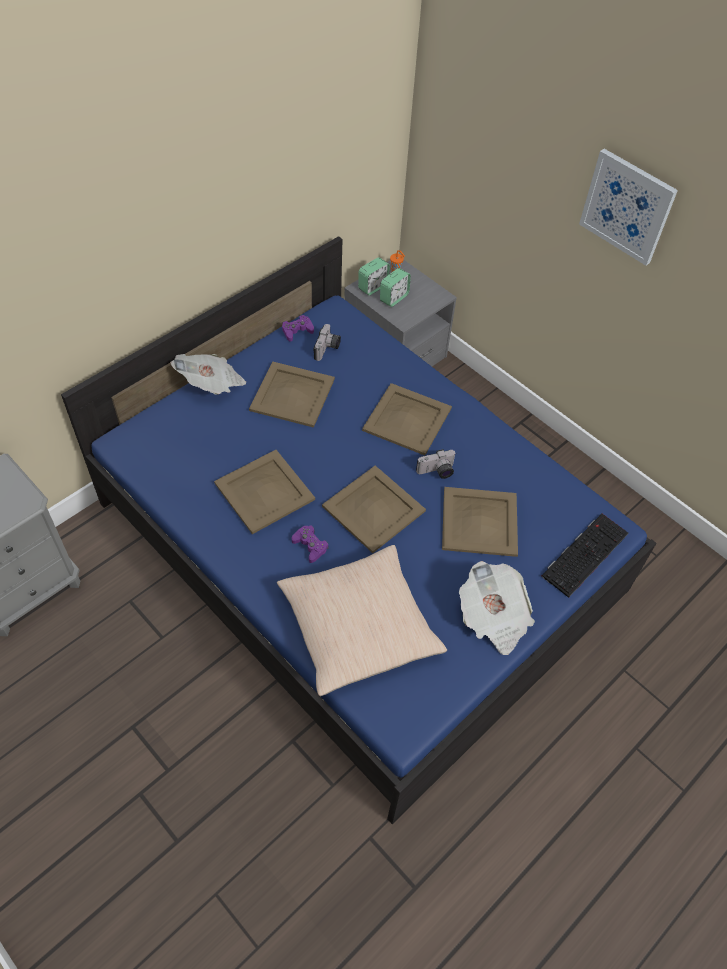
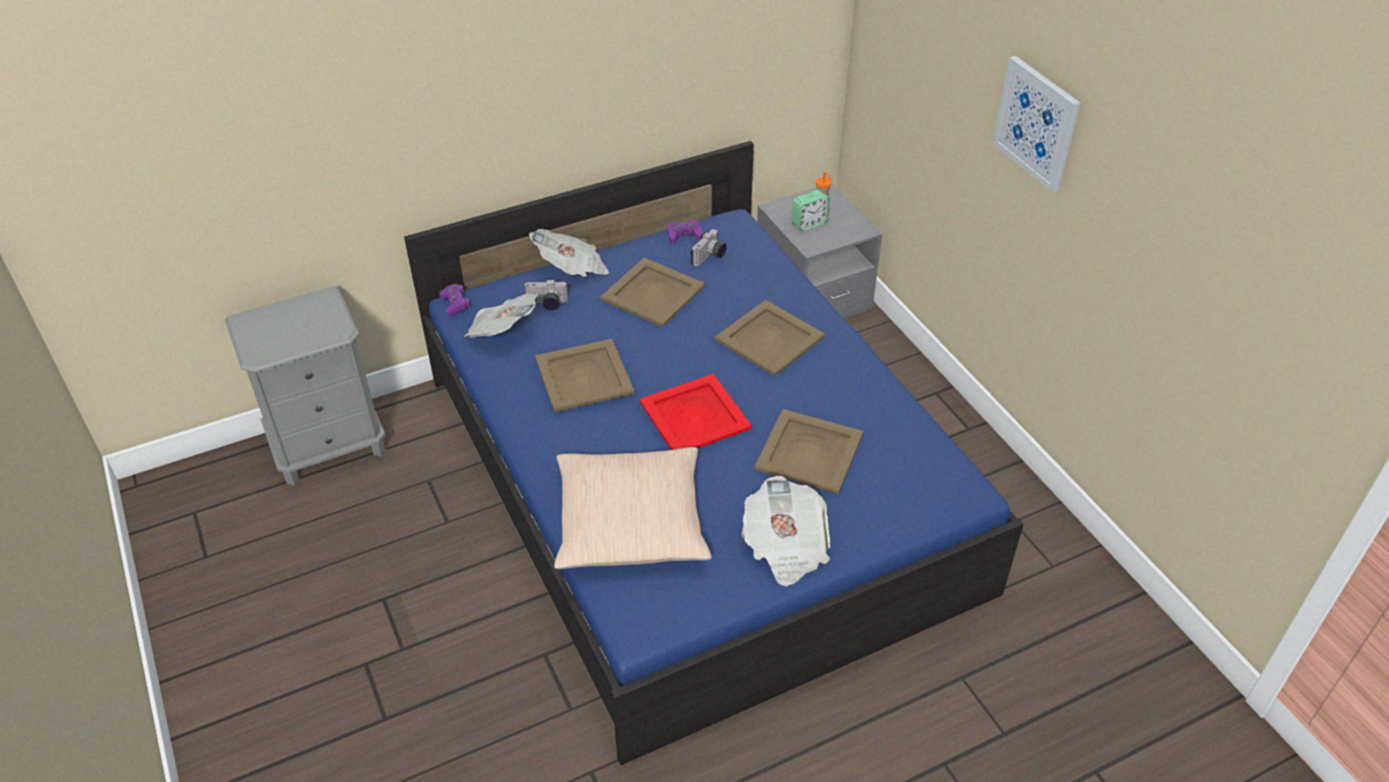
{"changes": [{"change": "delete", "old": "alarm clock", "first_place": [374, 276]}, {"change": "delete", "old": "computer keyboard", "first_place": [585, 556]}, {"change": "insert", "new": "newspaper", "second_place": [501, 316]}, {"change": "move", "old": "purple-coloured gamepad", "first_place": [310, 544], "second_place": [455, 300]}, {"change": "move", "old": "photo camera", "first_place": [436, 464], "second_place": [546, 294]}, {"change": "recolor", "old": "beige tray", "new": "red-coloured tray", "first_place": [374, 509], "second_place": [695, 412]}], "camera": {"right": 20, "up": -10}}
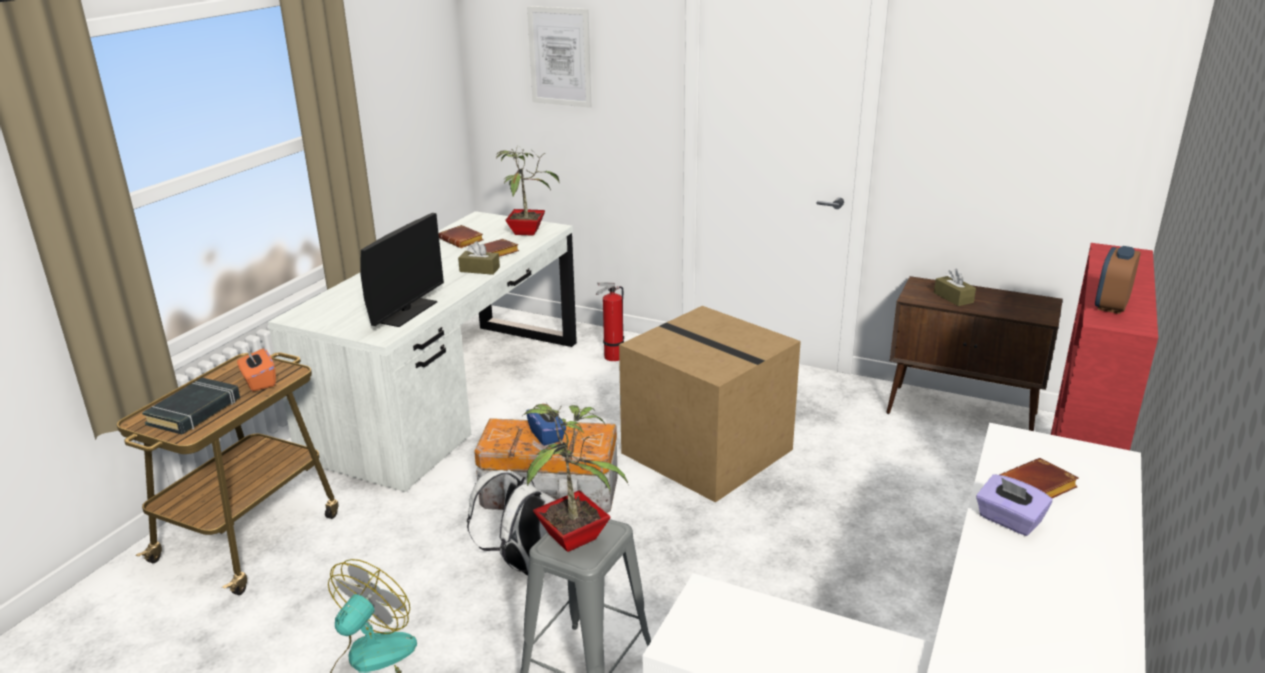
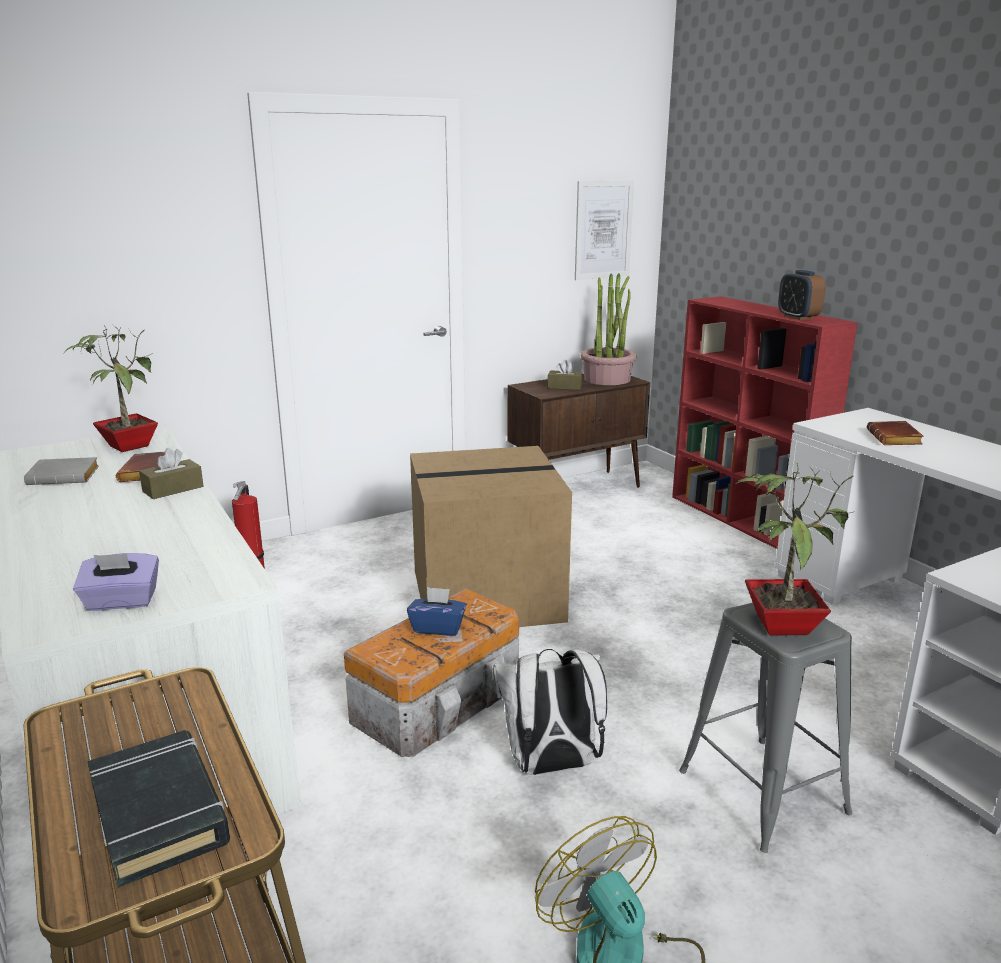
{"changes": [{"change": "delete", "old": "orange-coloured box of tissues", "first_place": [256, 369]}, {"change": "delete", "old": "monitor", "first_place": [402, 270]}, {"change": "insert", "new": "potted plant", "second_place": [608, 329]}, {"change": "move", "old": "wall picture", "first_place": [559, 57], "second_place": [604, 230]}, {"change": "move", "old": "purple-coloured box of tissues", "first_place": [1014, 505], "second_place": [116, 582]}, {"change": "recolor", "old": "brown bound book", "new": "greyish bound book", "first_place": [461, 236], "second_place": [61, 471]}], "camera": {"right": -55, "up": -5}}
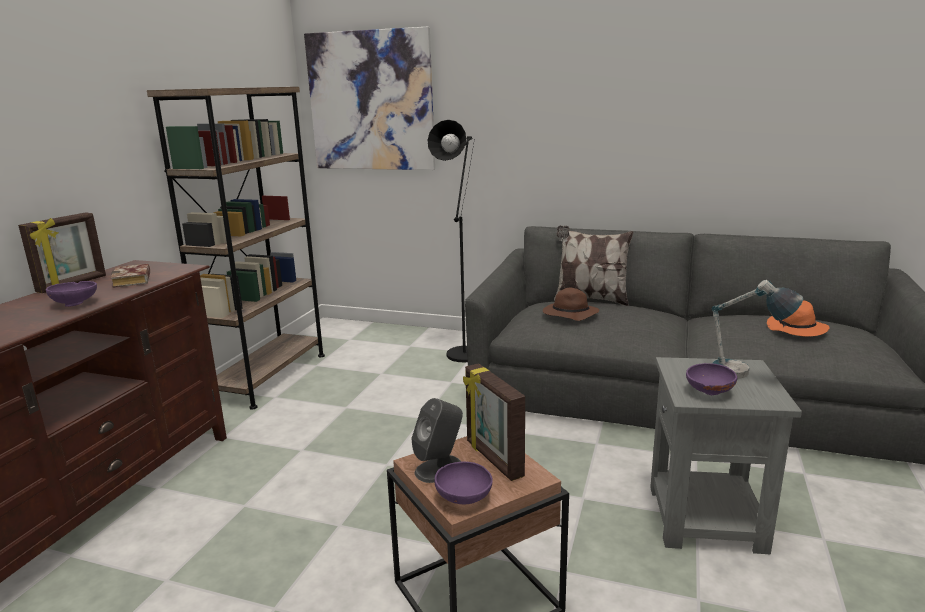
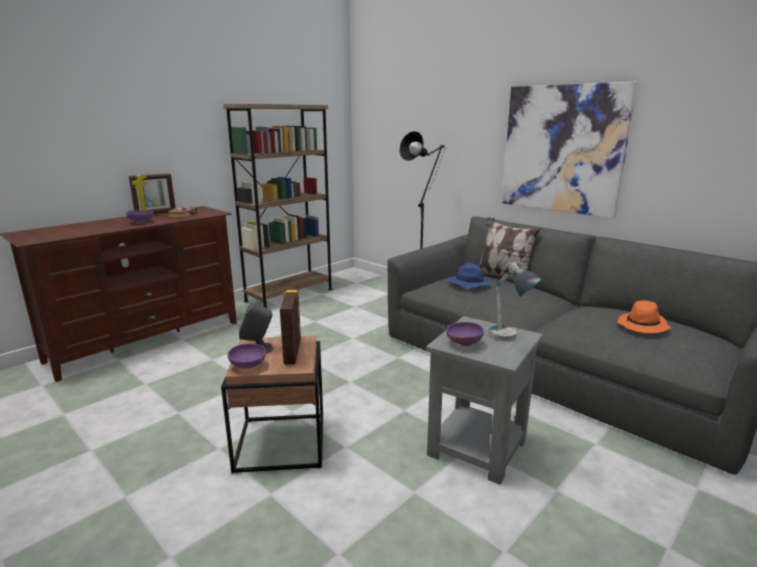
{"changes": [{"change": "move", "old": "wall picture", "first_place": [369, 98], "second_place": [569, 150]}, {"change": "recolor", "old": "brown wearable hat", "new": "blue-coloured wearable hat", "first_place": [571, 304], "second_place": [470, 276]}], "camera": {"right": 25, "up": 0}}
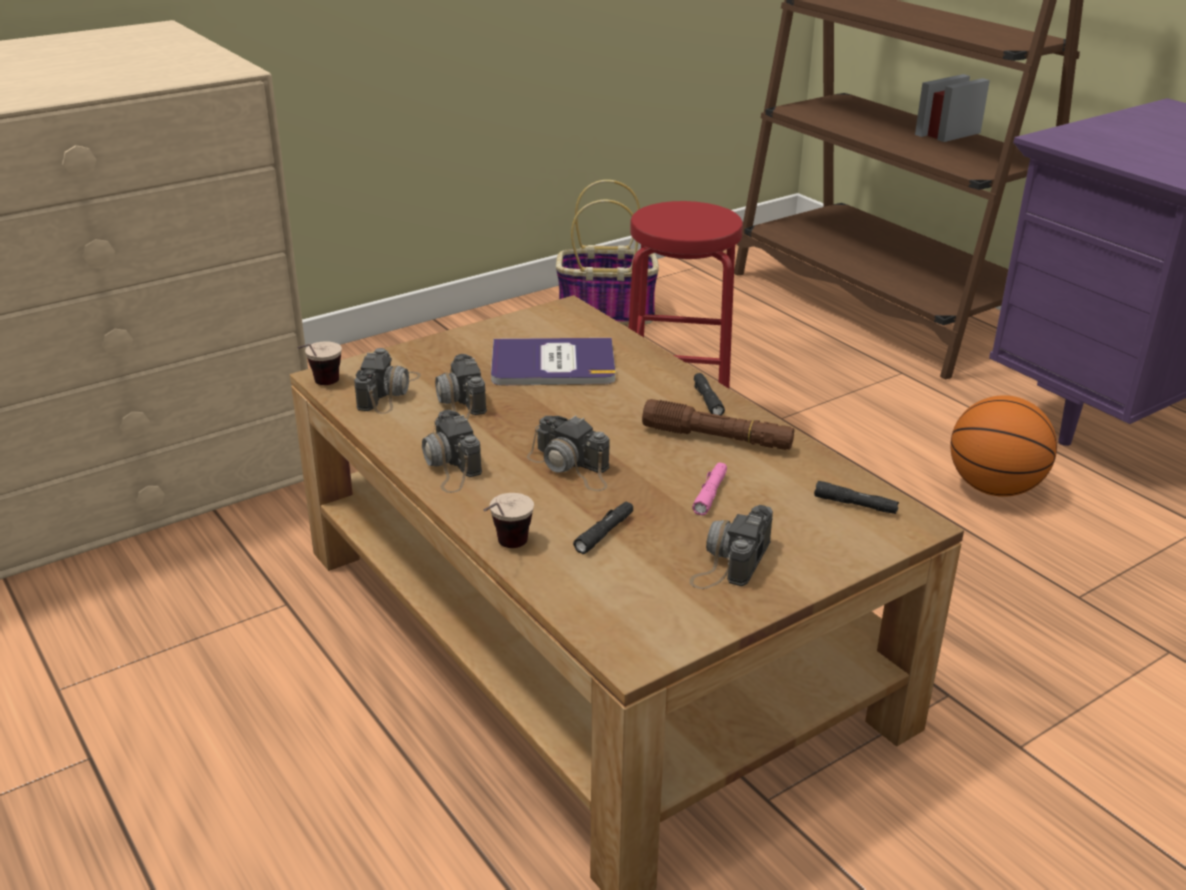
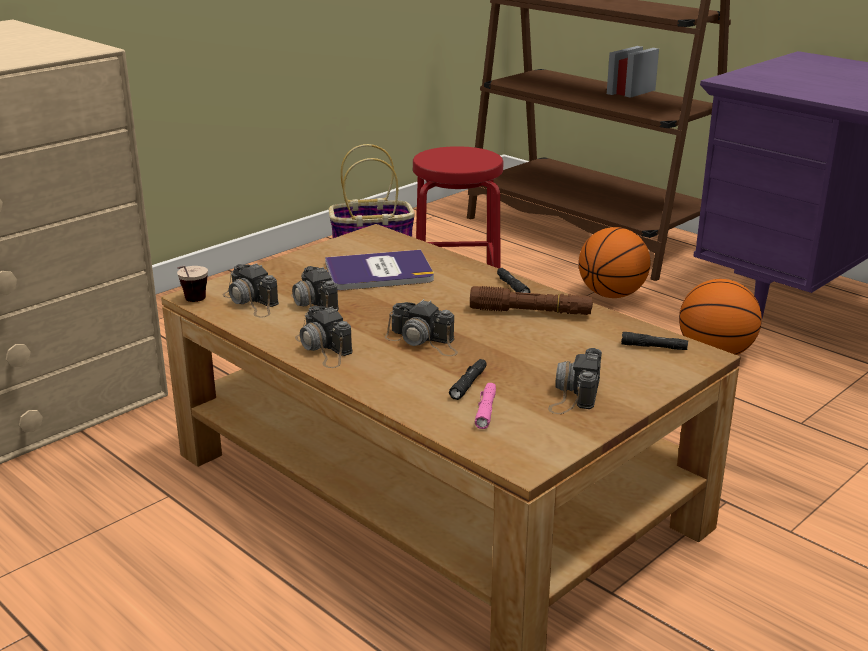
{"changes": [{"change": "delete", "old": "cup", "first_place": [508, 520]}, {"change": "insert", "new": "ball for basketball", "second_place": [614, 262]}, {"change": "move", "old": "pink flashlight", "first_place": [709, 489], "second_place": [485, 406]}, {"change": "rotate", "old": "photo camera", "first_place": [387, 381], "second_place": [251, 290], "degrees": 135}], "camera": {"right": -10, "up": -5}}
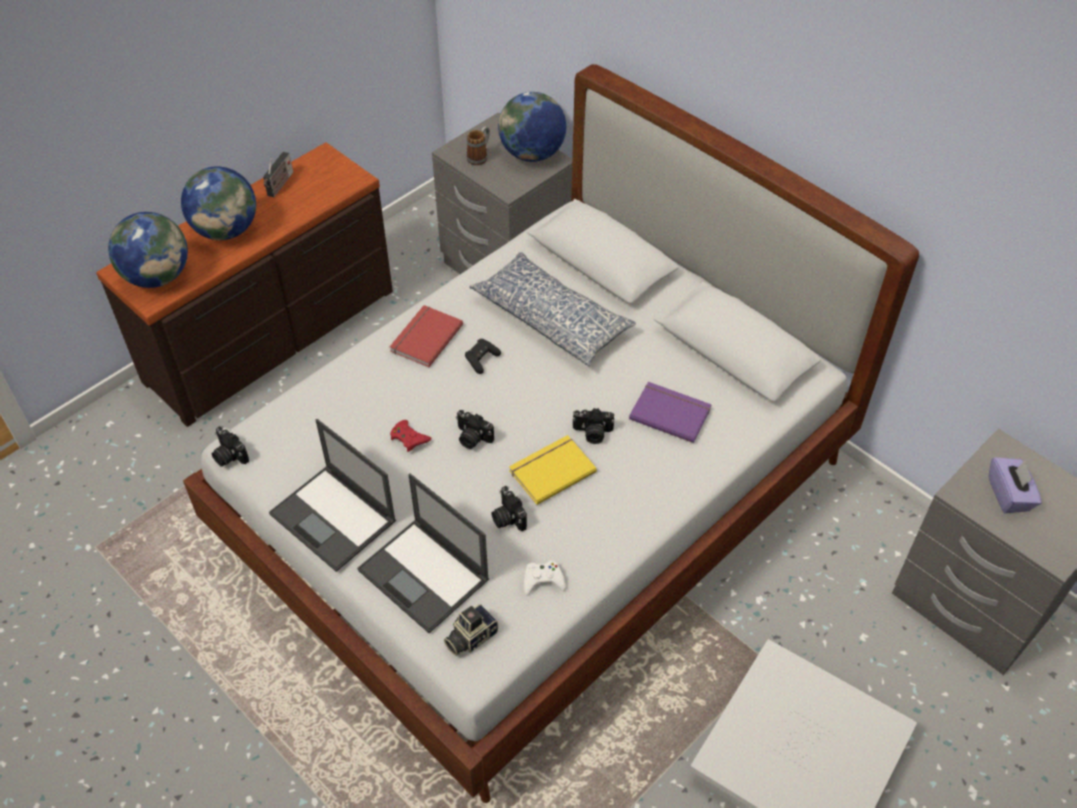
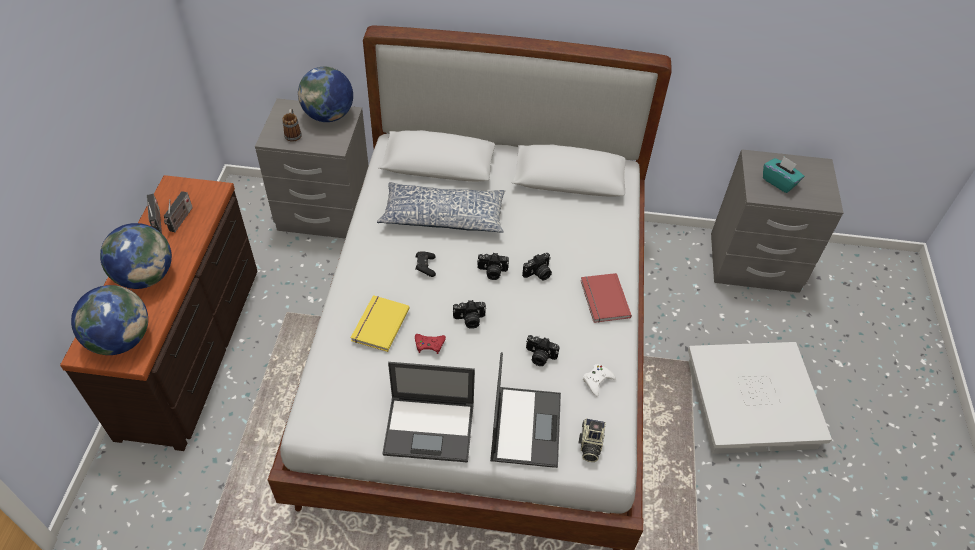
{"changes": [{"change": "delete", "old": "purple-coloured bound book", "first_place": [670, 412]}, {"change": "insert", "new": "radio set", "second_place": [178, 211]}, {"change": "move", "old": "photo camera", "first_place": [230, 446], "second_place": [493, 266]}, {"change": "move", "old": "red-coloured bound book", "first_place": [426, 336], "second_place": [606, 298]}, {"change": "move", "old": "yellow bound book", "first_place": [553, 470], "second_place": [380, 323]}, {"change": "recolor", "old": "purple-coloured box of tissues", "new": "blue-green box of tissues", "first_place": [1015, 485], "second_place": [783, 174]}, {"change": "rotate", "old": "laptop", "first_place": [423, 553], "second_place": [525, 410], "degrees": -90}], "camera": {"right": -40, "up": 0}}
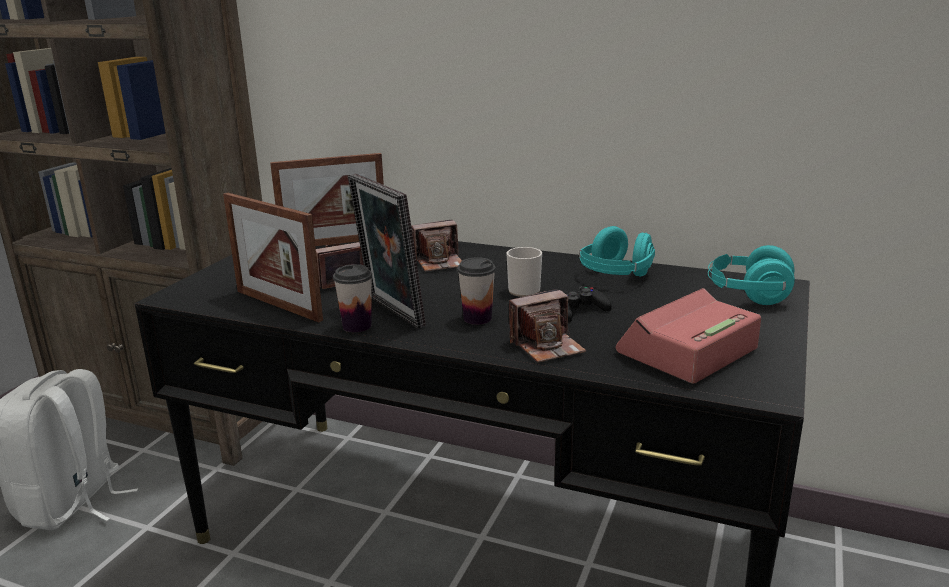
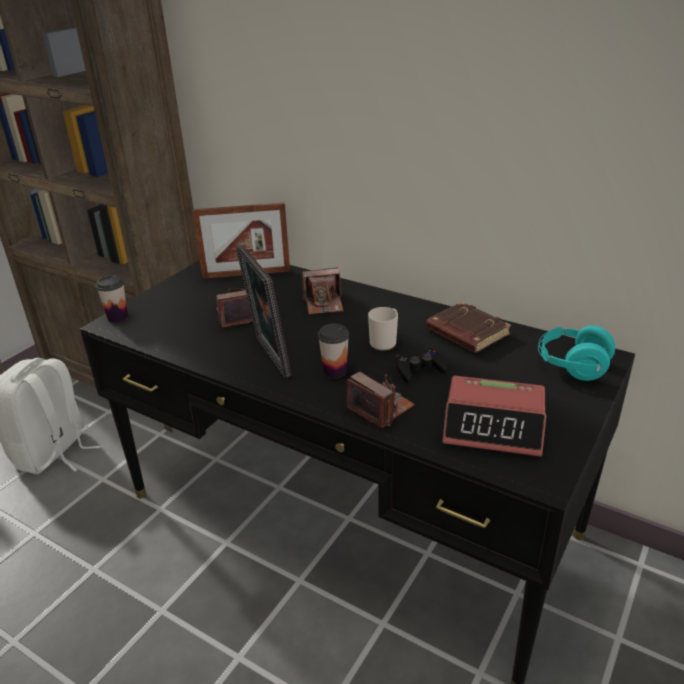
{"changes": [{"change": "delete", "old": "standing frame", "first_place": [273, 257]}, {"change": "move", "old": "cup", "first_place": [352, 298], "second_place": [112, 299]}, {"change": "replace", "old": "blue-green headset", "new": "brown bound book", "first_place": [617, 251], "second_place": [468, 327]}, {"change": "rotate", "old": "photo camera", "first_place": [547, 325], "second_place": [381, 400], "degrees": -120}, {"change": "rotate", "old": "alarm clock", "first_place": [688, 336], "second_place": [494, 416], "degrees": -135}], "camera": {"right": 10, "up": 10}}
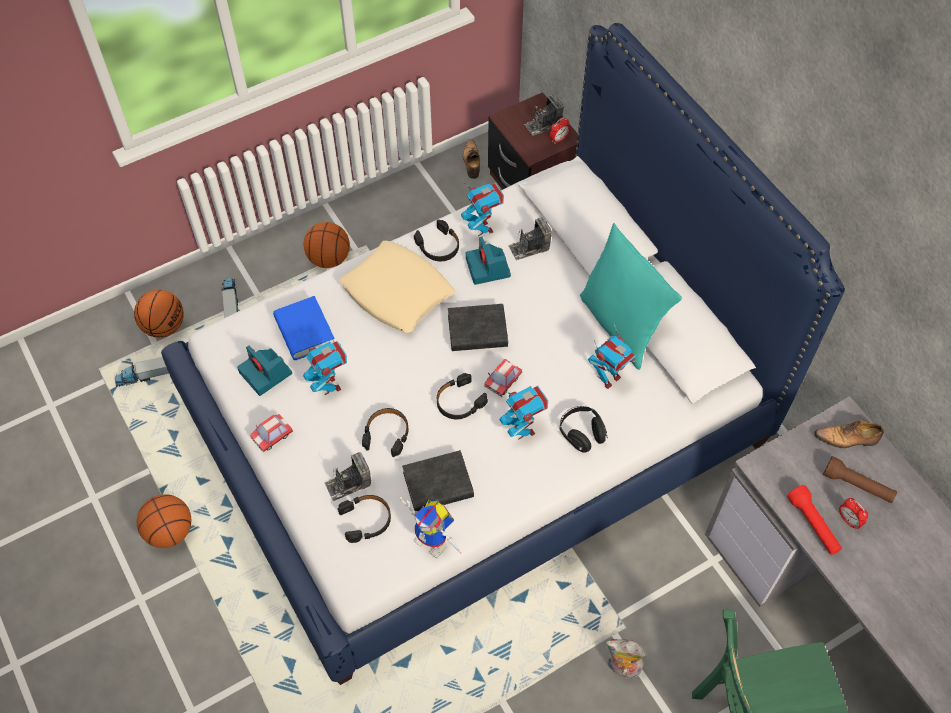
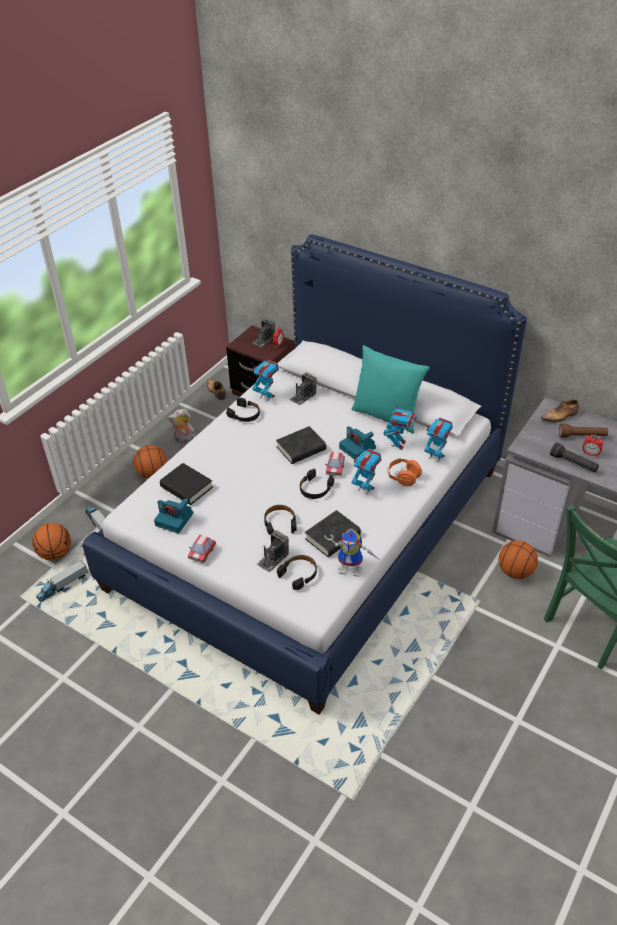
{"changes": [{"change": "delete", "old": "beige throw pillow", "first_place": [397, 286]}, {"change": "move", "old": "ball for basketball", "first_place": [164, 521], "second_place": [518, 559]}, {"change": "move", "old": "model robot", "first_place": [324, 368], "second_place": [438, 439]}, {"change": "move", "old": "photo camera", "first_place": [488, 261], "second_place": [357, 442]}, {"change": "move", "old": "soft toy", "first_place": [626, 660], "second_place": [181, 426]}, {"change": "recolor", "old": "blue-coloured bound book", "new": "black-coloured bound book", "first_place": [304, 328], "second_place": [186, 484]}, {"change": "recolor", "old": "black-coloured headset", "new": "orange-coloured headset", "first_place": [583, 429], "second_place": [404, 472]}, {"change": "recolor", "old": "red-coloured flashlight", "new": "black-coloured flashlight", "first_place": [814, 520], "second_place": [574, 457]}], "camera": {"right": -25, "up": -15}}
